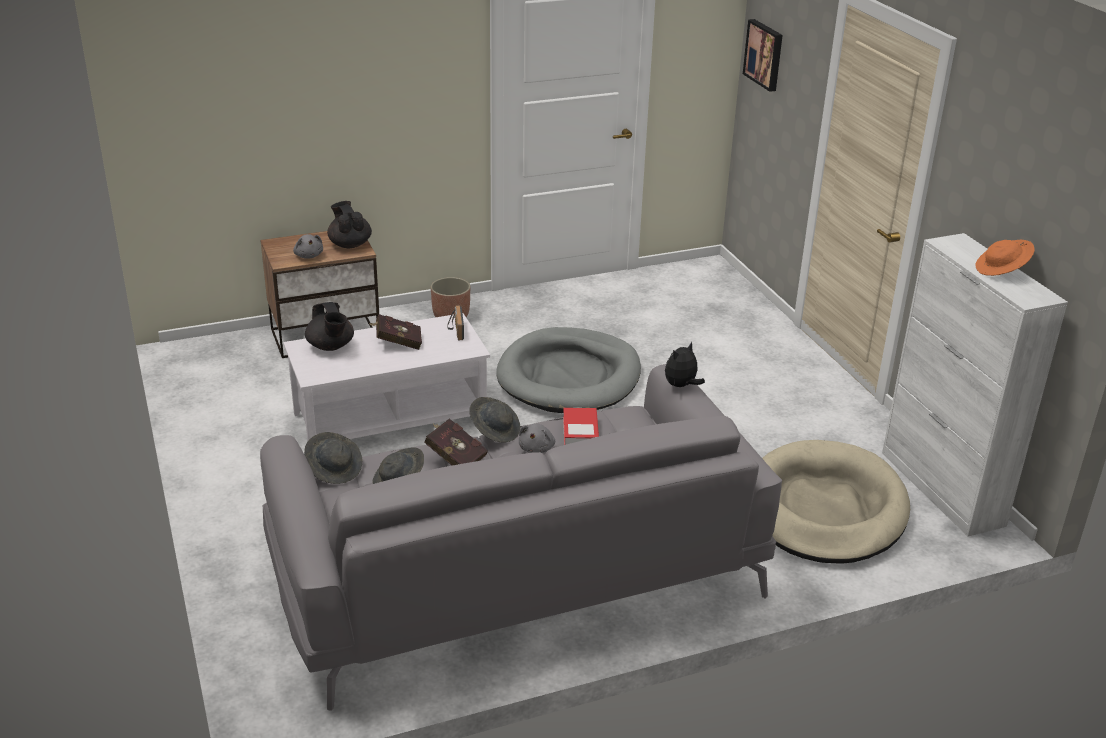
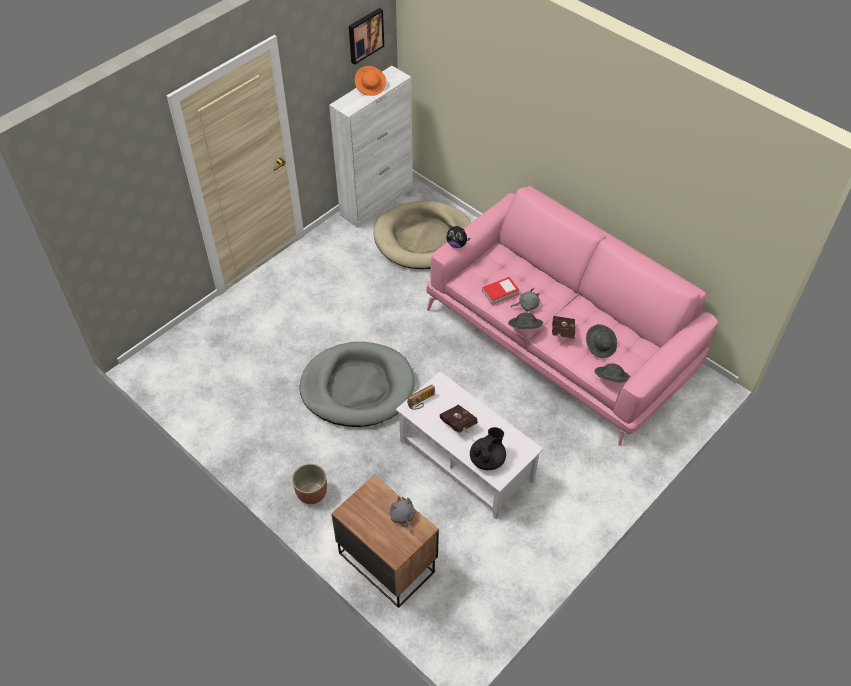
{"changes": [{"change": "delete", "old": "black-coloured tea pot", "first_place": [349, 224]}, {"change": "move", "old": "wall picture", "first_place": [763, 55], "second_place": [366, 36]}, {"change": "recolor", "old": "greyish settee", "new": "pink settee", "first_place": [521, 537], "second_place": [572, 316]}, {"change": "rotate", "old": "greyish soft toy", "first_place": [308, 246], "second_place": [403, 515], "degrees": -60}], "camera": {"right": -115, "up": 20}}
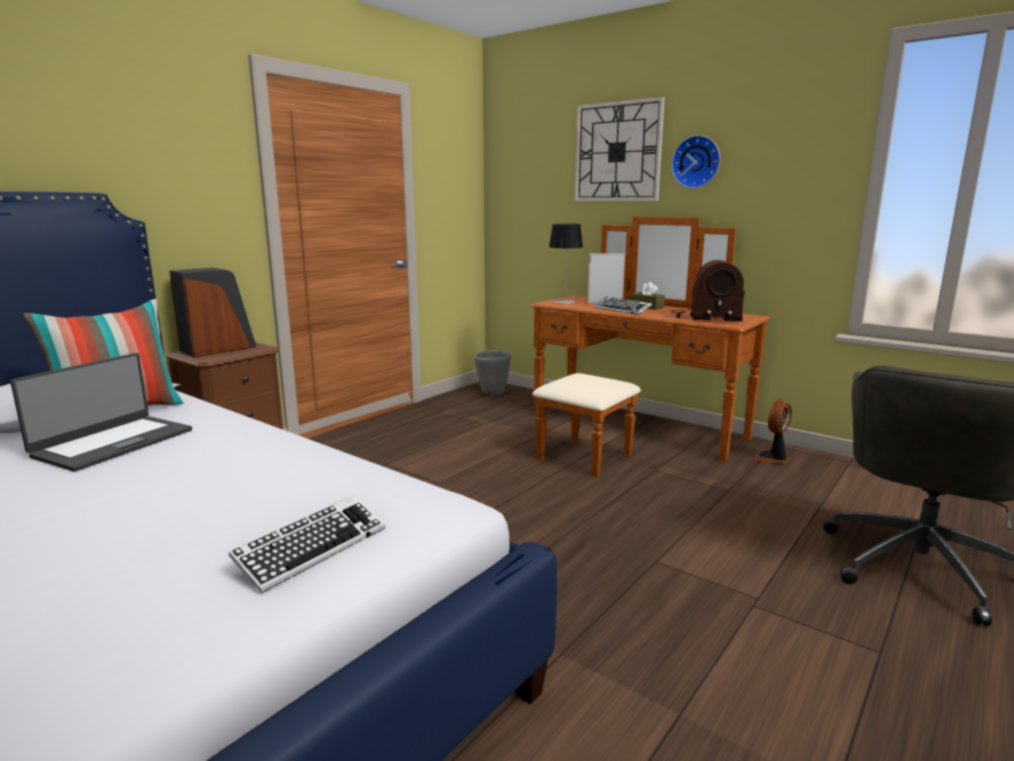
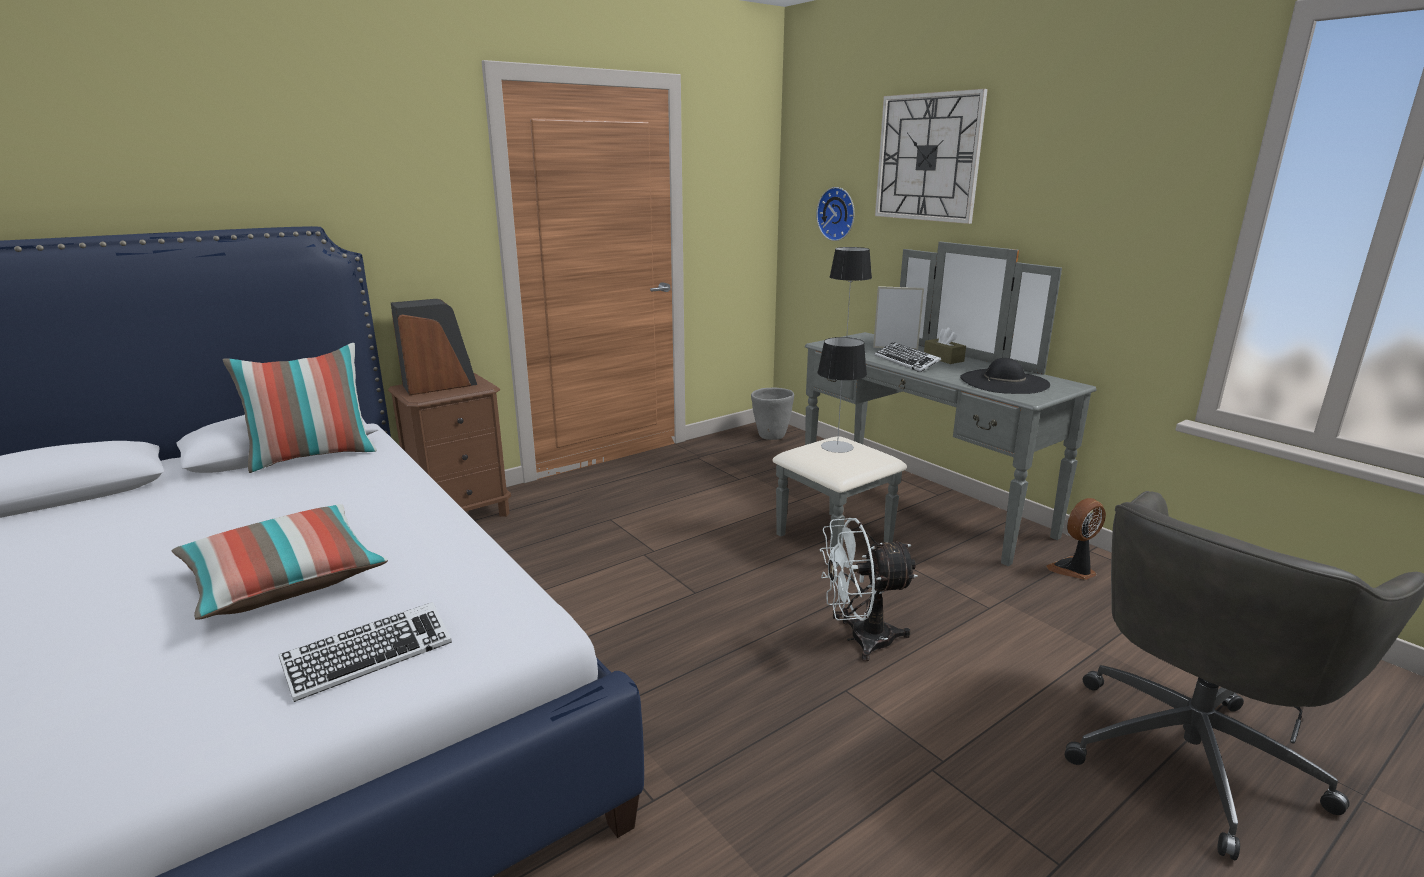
{"changes": [{"change": "delete", "old": "laptop", "first_place": [101, 412]}, {"change": "insert", "new": "throw pillow", "second_place": [280, 562]}, {"change": "insert", "new": "tabletop lamp", "second_place": [842, 395]}, {"change": "insert", "new": "whitish electric fan", "second_place": [868, 590]}, {"change": "move", "old": "hanging clock", "first_place": [695, 162], "second_place": [835, 214]}, {"change": "replace", "old": "radio set", "new": "black-coloured wearable hat", "first_place": [708, 290], "second_place": [1005, 376]}, {"change": "recolor", "old": "brown dresser", "new": "greyish dresser", "first_place": [651, 346], "second_place": [934, 404]}], "camera": {"right": 15, "up": 5}}
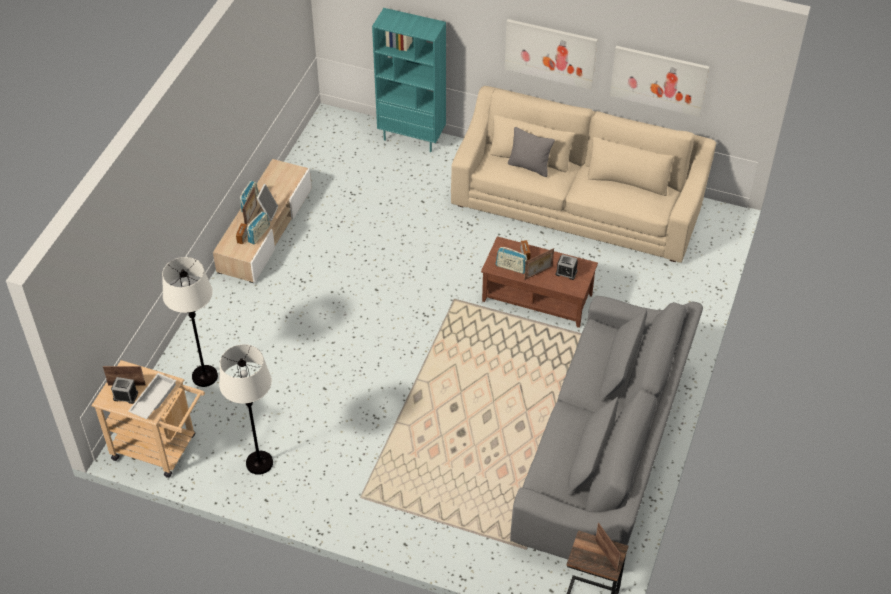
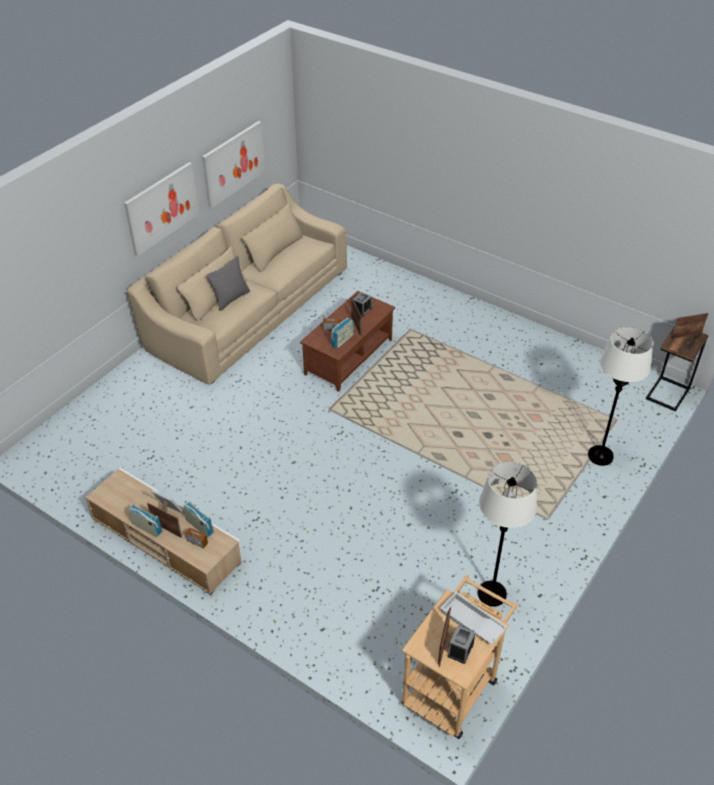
{"changes": [{"change": "delete", "old": "blue-green shelving unit", "first_place": [409, 80]}, {"change": "delete", "old": "greyish settee", "first_place": [606, 427]}, {"change": "move", "old": "whitish standing lamp", "first_place": [190, 322], "second_place": [620, 396]}], "camera": {"right": -75, "up": -5}}
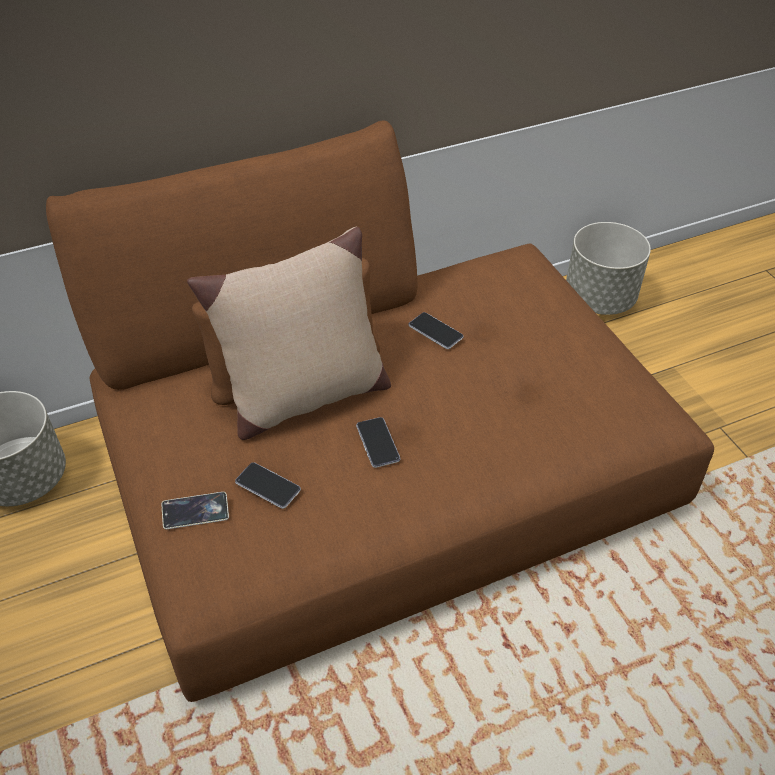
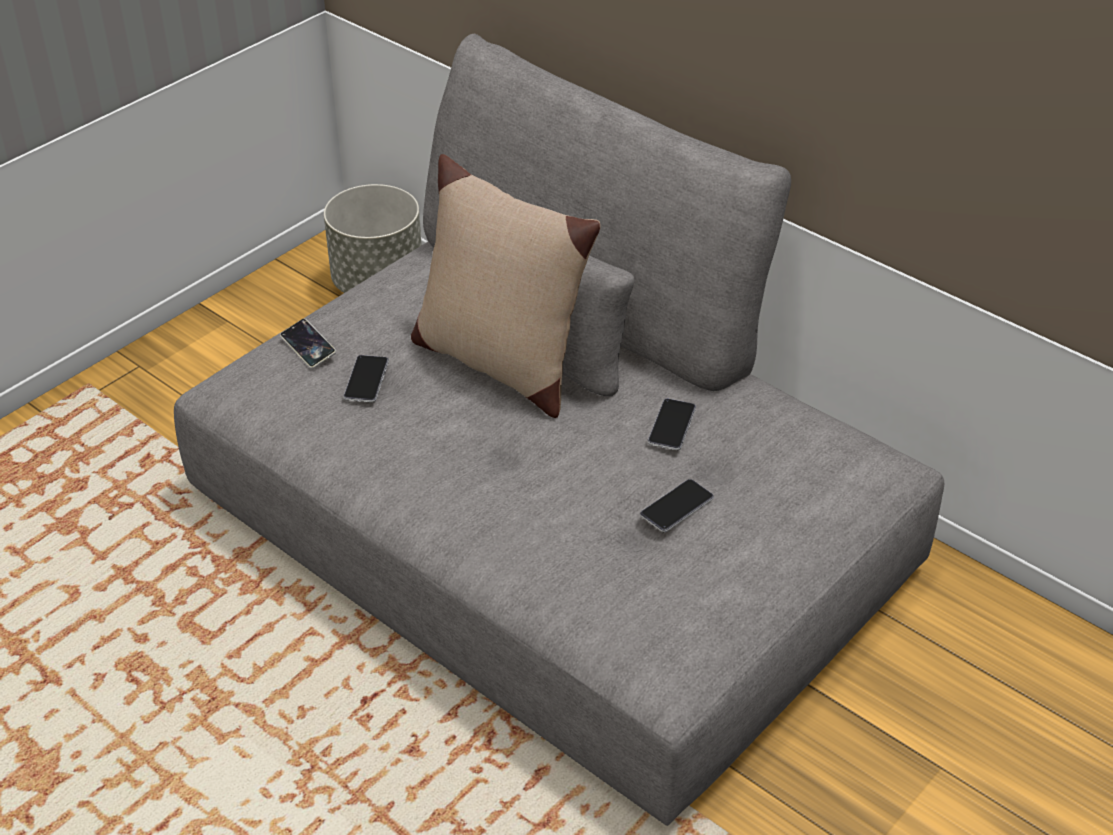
{"changes": [{"change": "delete", "old": "greyish flower pot", "first_place": [608, 268]}, {"change": "move", "old": "phone", "first_place": [378, 442], "second_place": [677, 505]}, {"change": "recolor", "old": "brown settee", "new": "greyish settee", "first_place": [380, 411], "second_place": [559, 430]}], "camera": {"right": 65, "up": -5}}
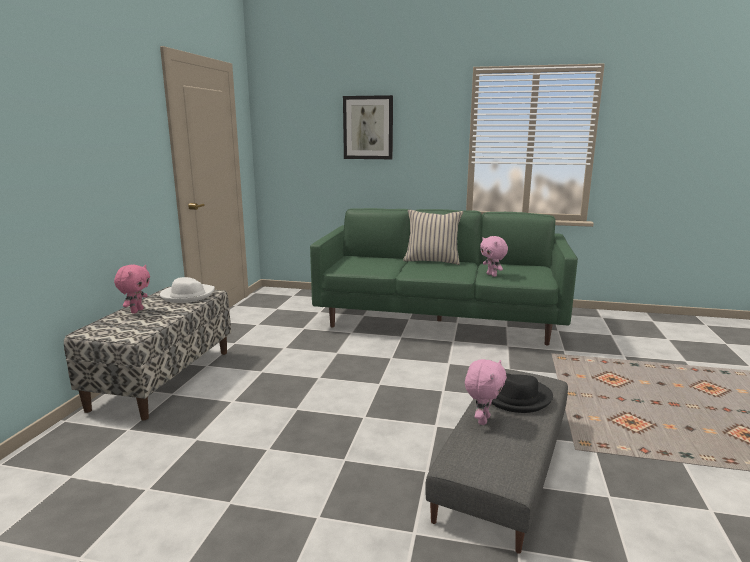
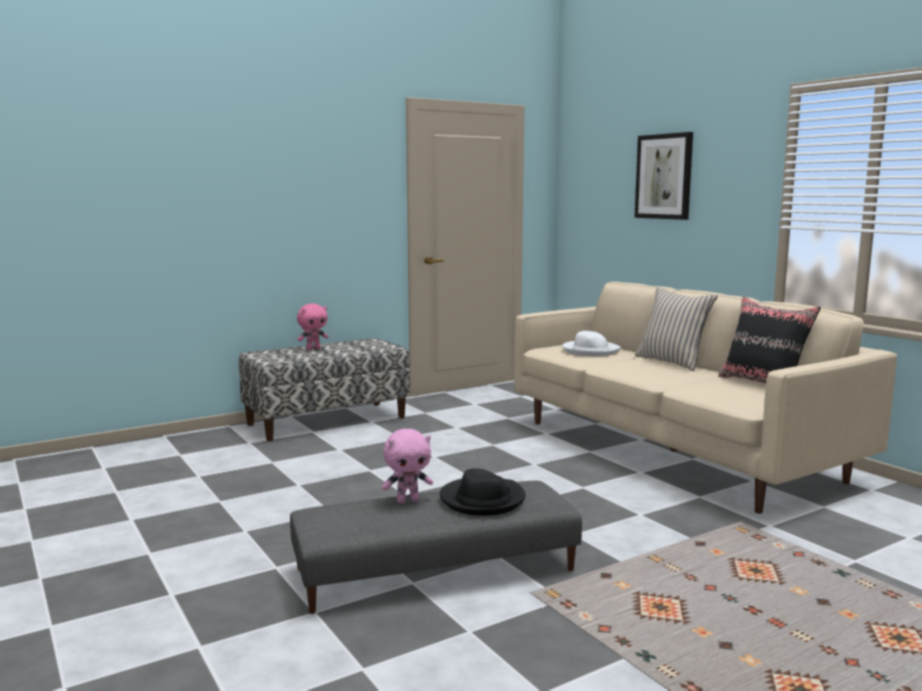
{"changes": [{"change": "delete", "old": "pink soft toy", "first_place": [494, 256]}, {"change": "insert", "new": "black-coloured throw pillow", "second_place": [769, 340]}, {"change": "move", "old": "whitish wearable hat", "first_place": [187, 290], "second_place": [591, 343]}, {"change": "recolor", "old": "green settee", "new": "beige settee", "first_place": [444, 276], "second_place": [705, 398]}], "camera": {"right": 45, "up": -5}}
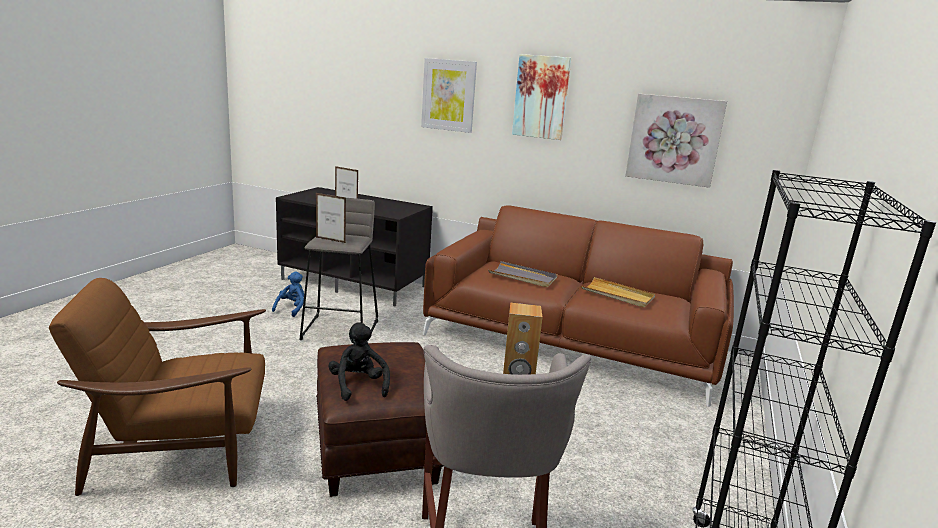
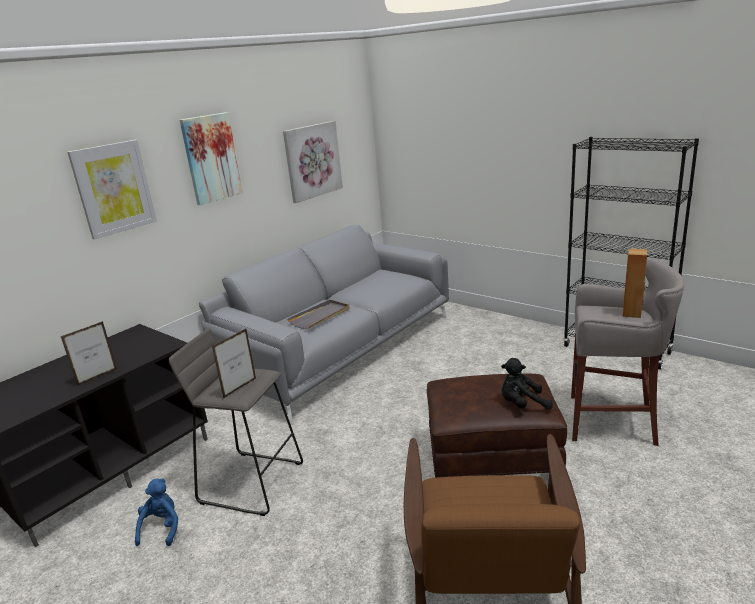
{"changes": [{"change": "delete", "old": "beige tray", "first_place": [618, 292]}, {"change": "recolor", "old": "brown settee", "new": "greyish settee", "first_place": [578, 306], "second_place": [324, 324]}, {"change": "rotate", "old": "blue-coloured soft toy", "first_place": [288, 294], "second_place": [156, 512], "degrees": 60}], "camera": {"right": -70, "up": 5}}
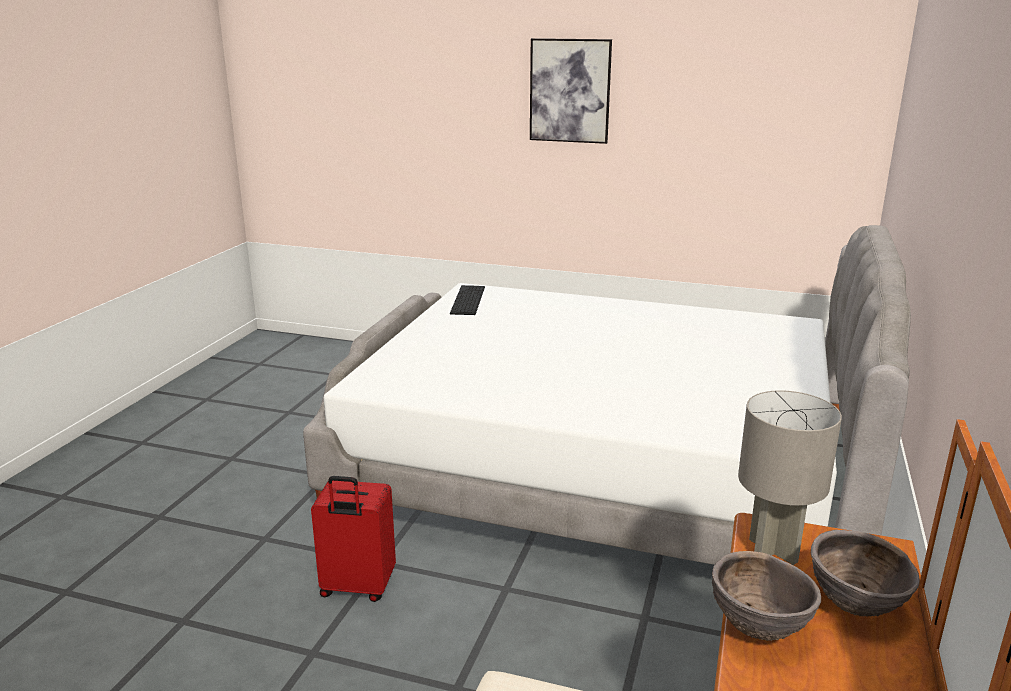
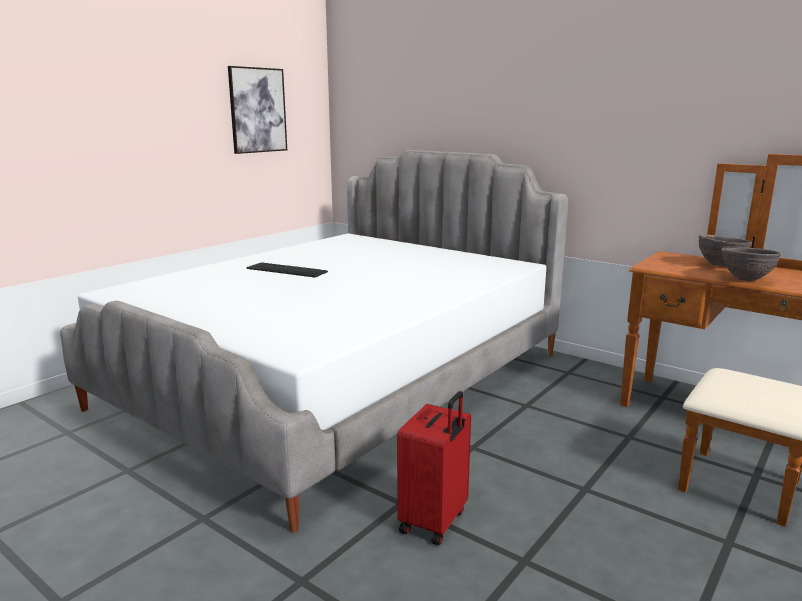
{"changes": [{"change": "delete", "old": "greyish tabletop lamp", "first_place": [790, 477]}, {"change": "move", "old": "computer keyboard", "first_place": [467, 300], "second_place": [287, 270]}, {"change": "move", "old": "wall picture", "first_place": [571, 91], "second_place": [257, 110]}], "camera": {"right": -70, "up": -5}}
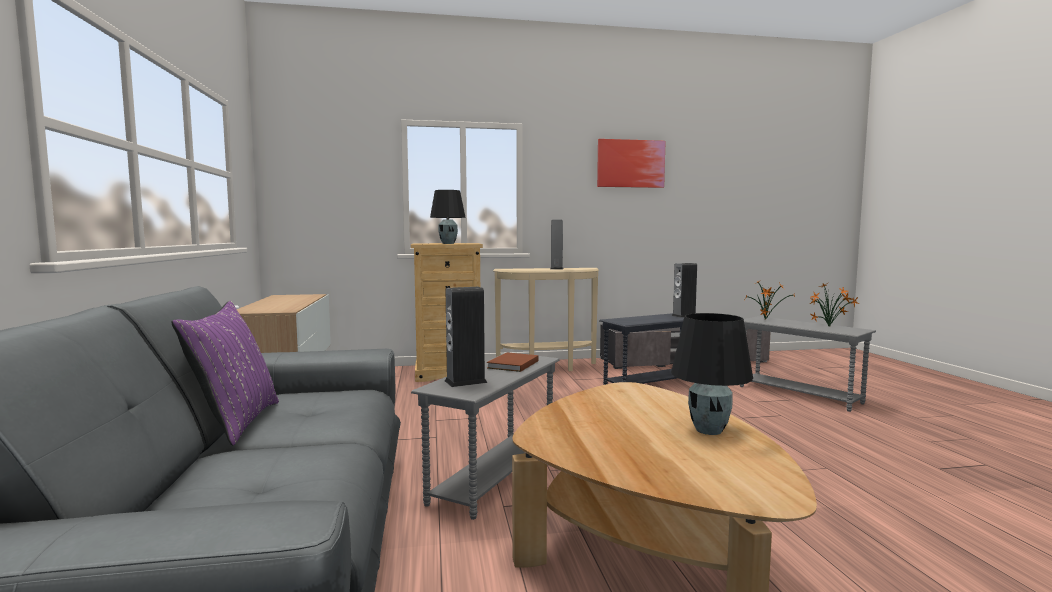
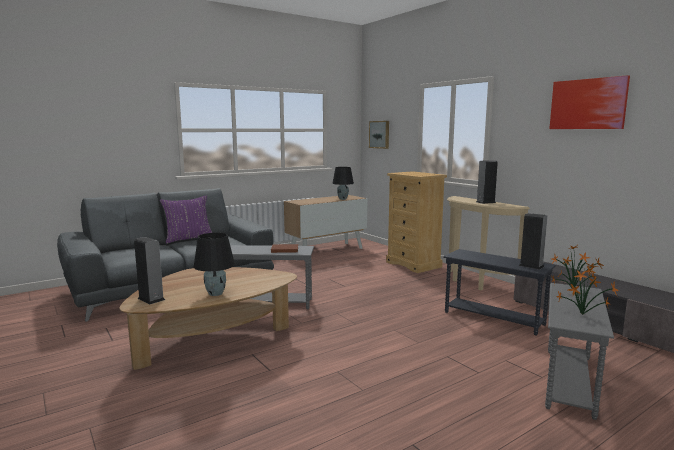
{"changes": [{"change": "insert", "new": "wall picture", "second_place": [379, 135]}, {"change": "move", "old": "black-coloured tabletop lamp", "first_place": [448, 217], "second_place": [343, 183]}, {"change": "move", "old": "speaker", "first_place": [466, 337], "second_place": [149, 270]}], "camera": {"right": 65, "up": 5}}
